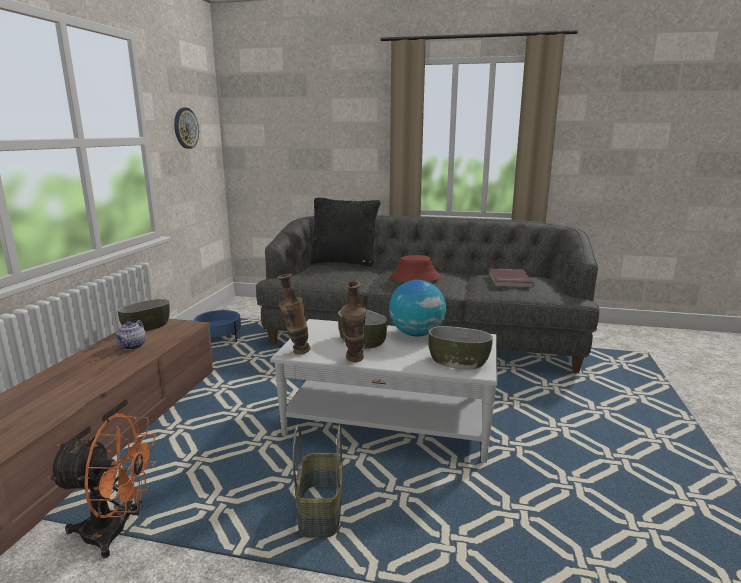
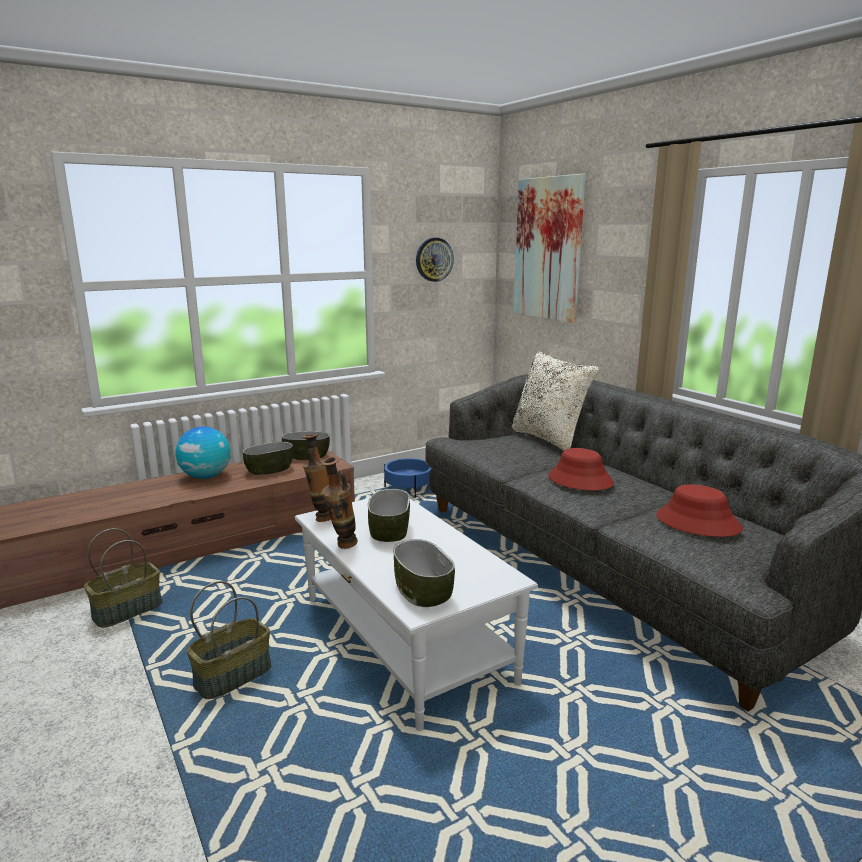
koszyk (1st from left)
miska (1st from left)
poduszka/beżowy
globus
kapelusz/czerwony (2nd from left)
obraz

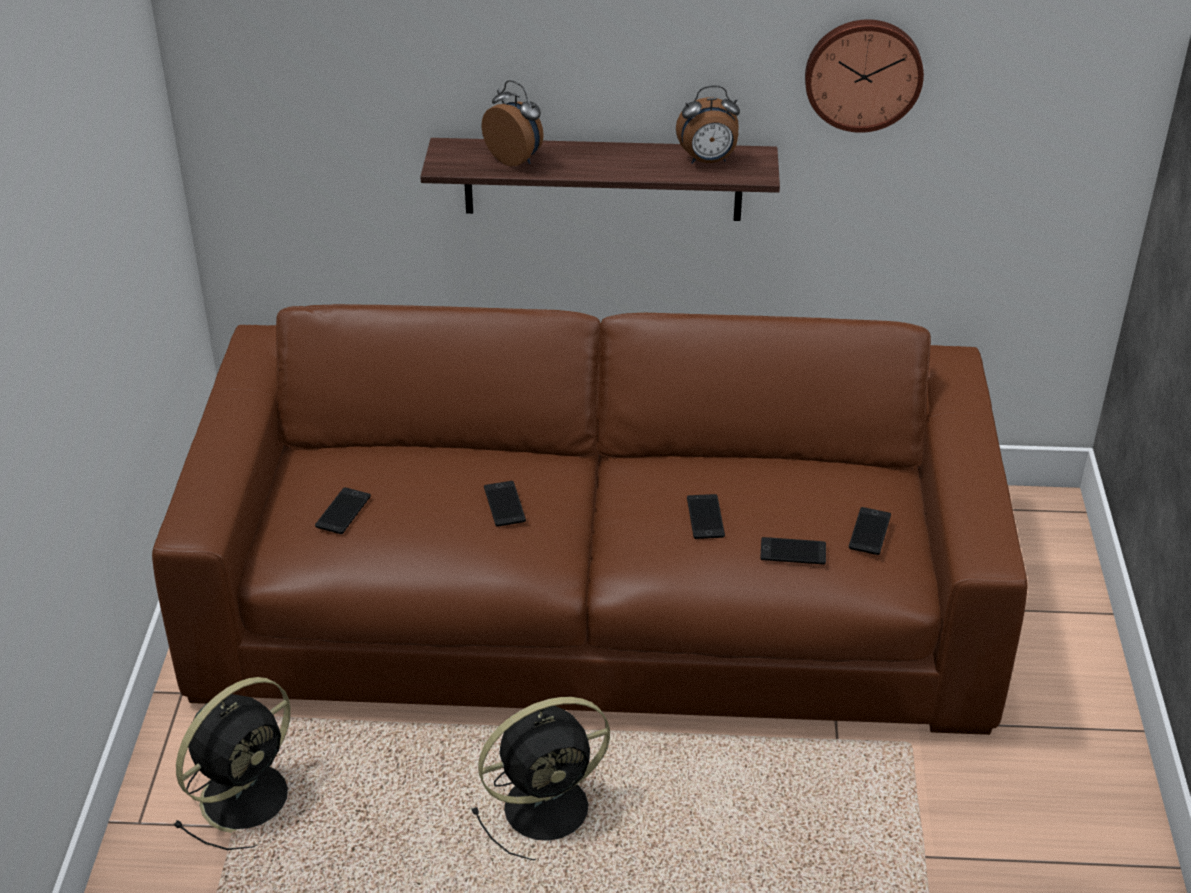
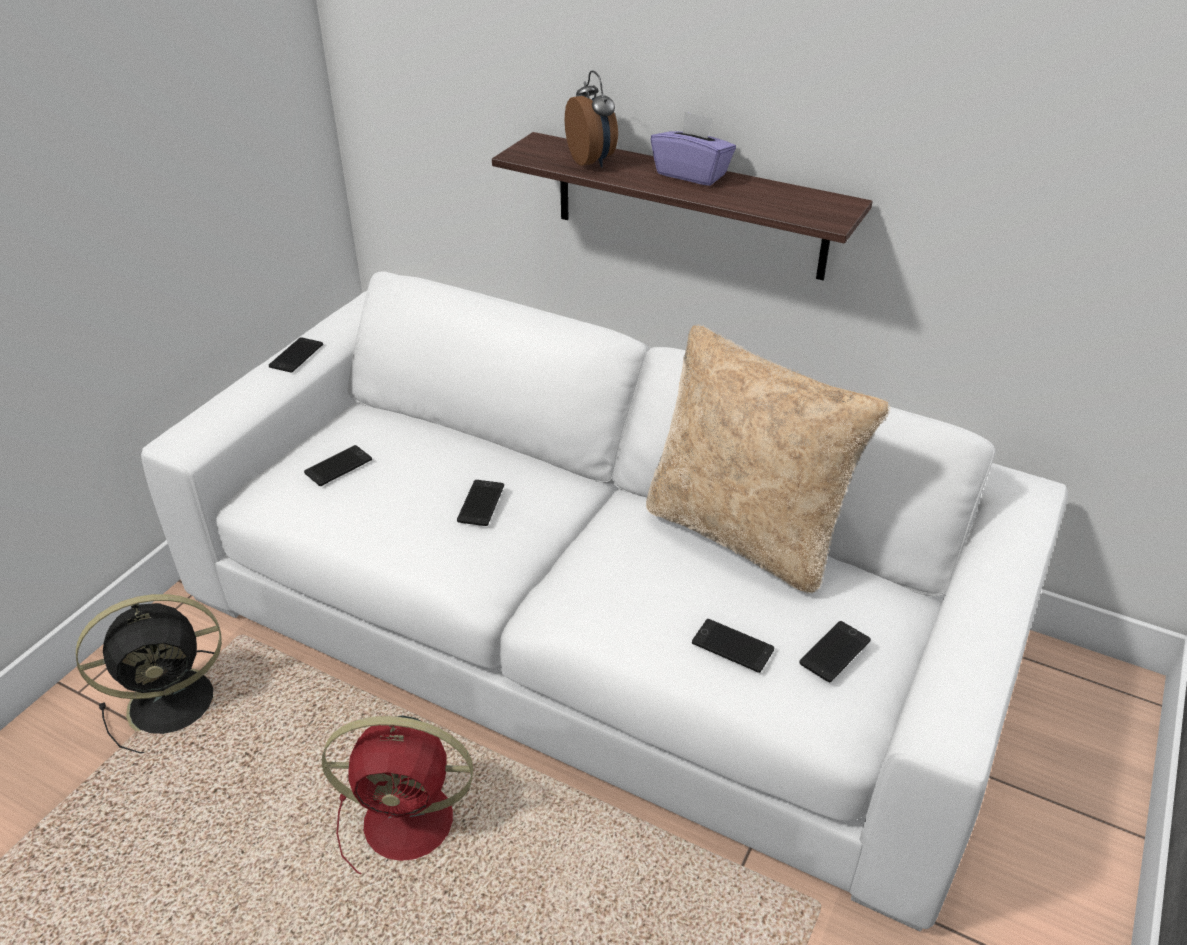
kanapa/biały
wentylator/czerwony
budzik (2nd from left in the first image)
telefon (1st from left)
zegar ścienny
poduszka/beżowy
pudełko chusteczek/fioletowy

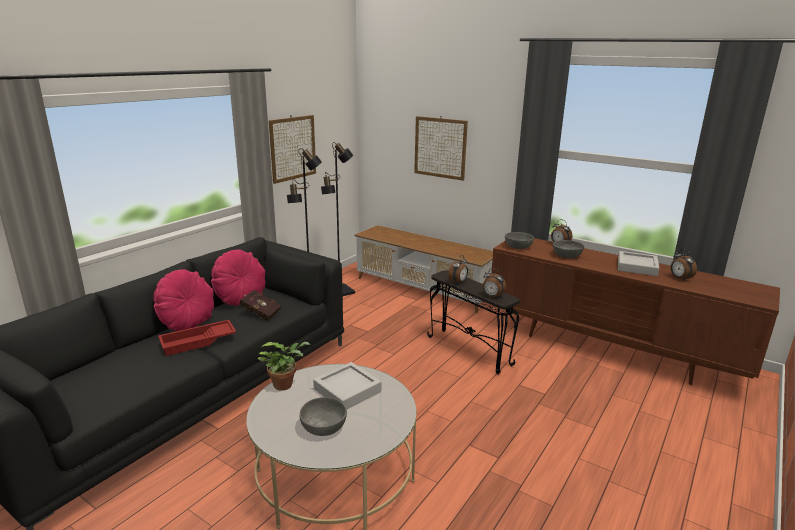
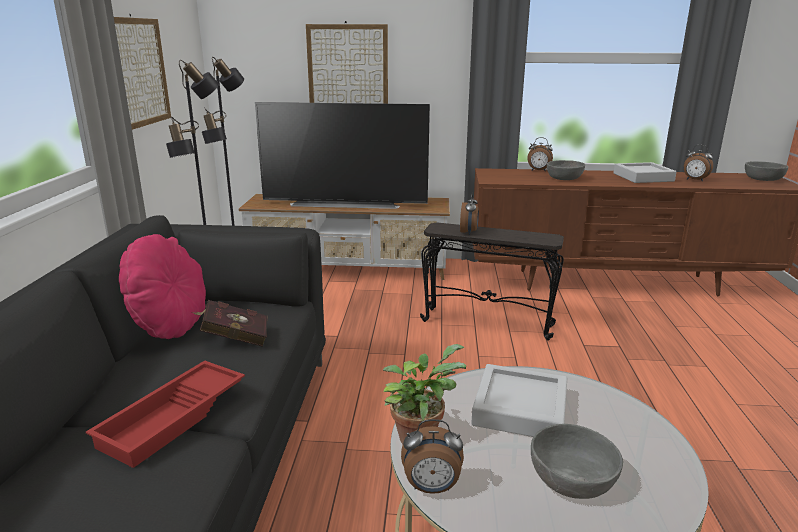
poduszka/różowy (1st from left in the first image)
budzik (1st from left)
miska/szary (3rd from left)
telewizor

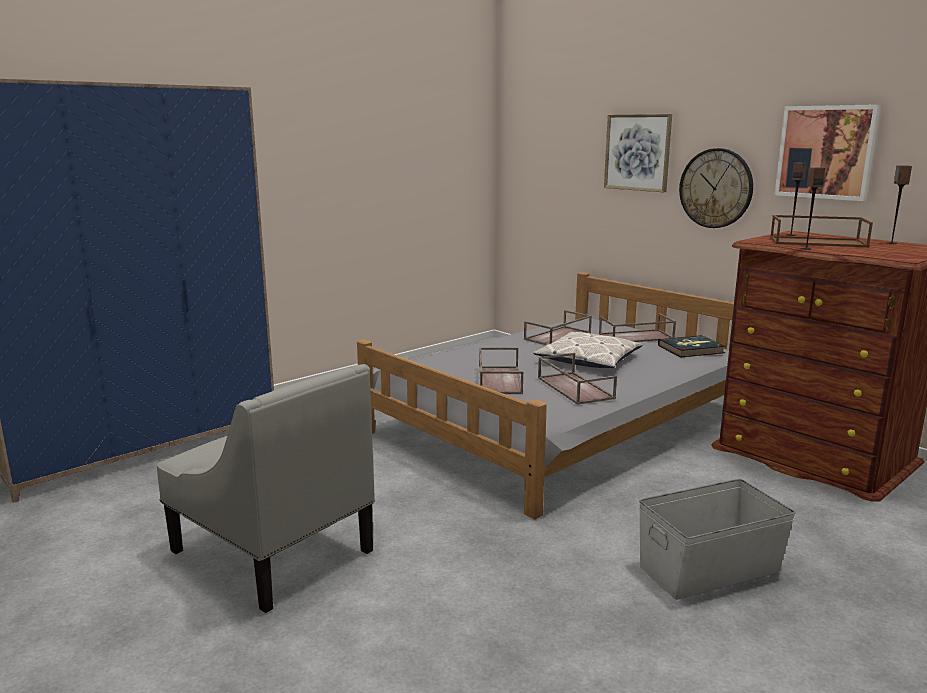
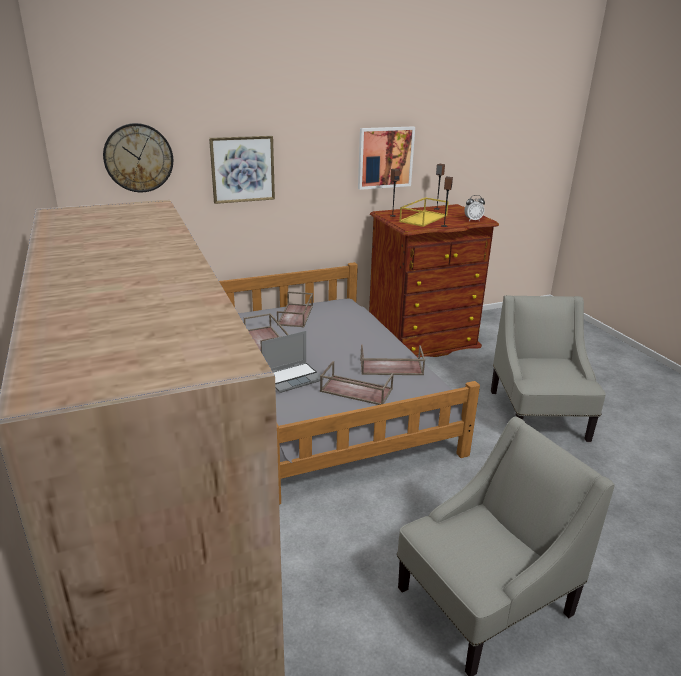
poduszka
fotel/szary (2nd from left)
książka
zegar ścienny
taca/żółty
laptop
budzik

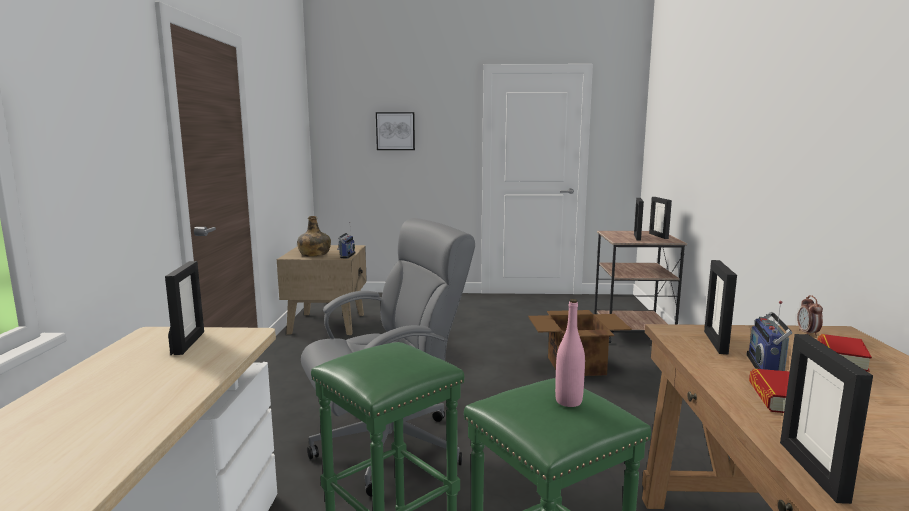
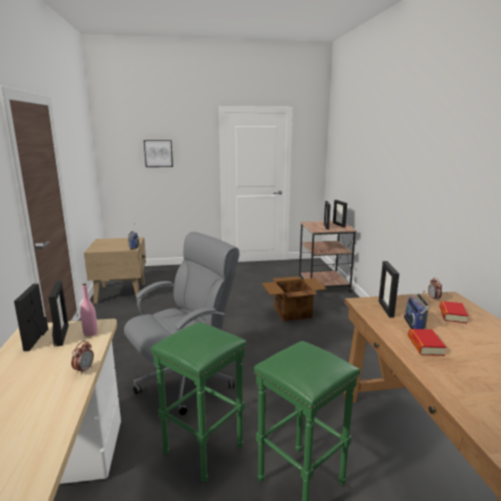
butelka/zielony
butelka/różowy
ramka na zdjęcie (1st from left)
budzik (1st from left)

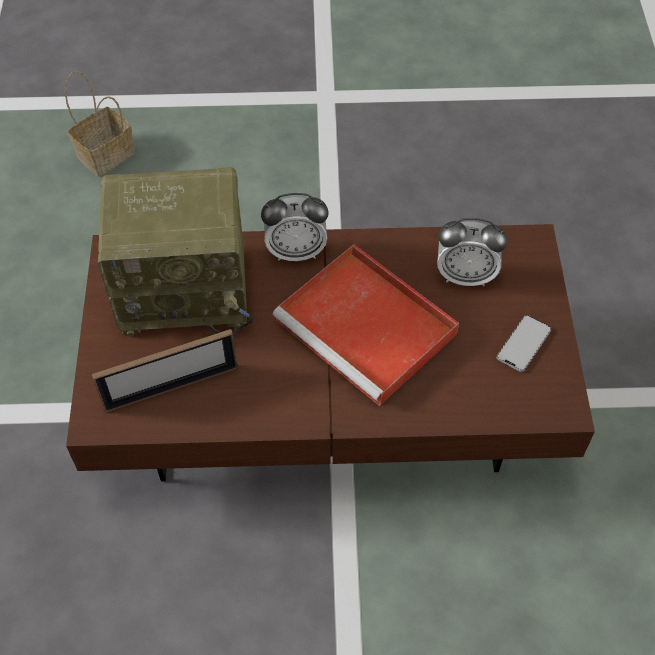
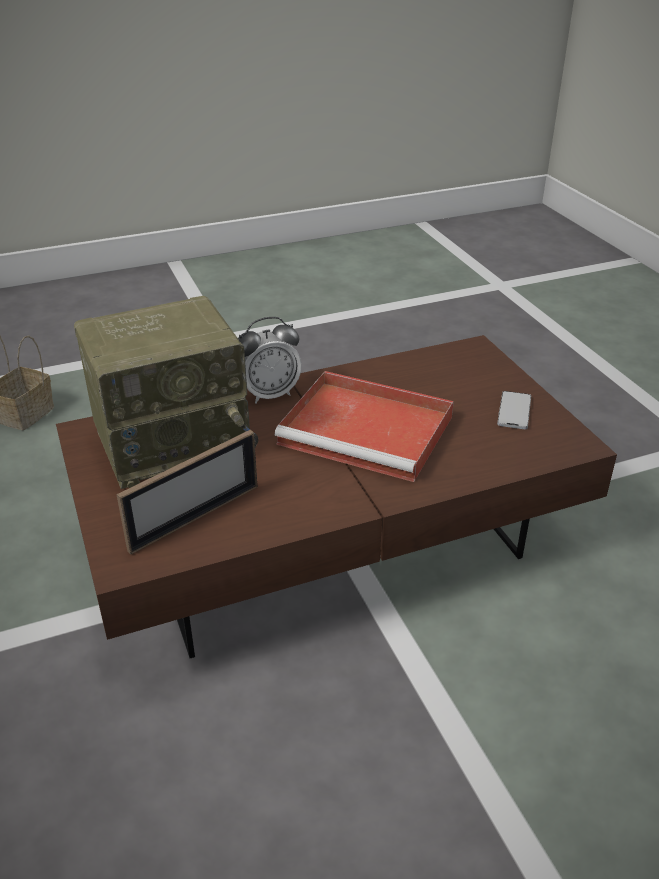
budzik (2nd from left in the first image)

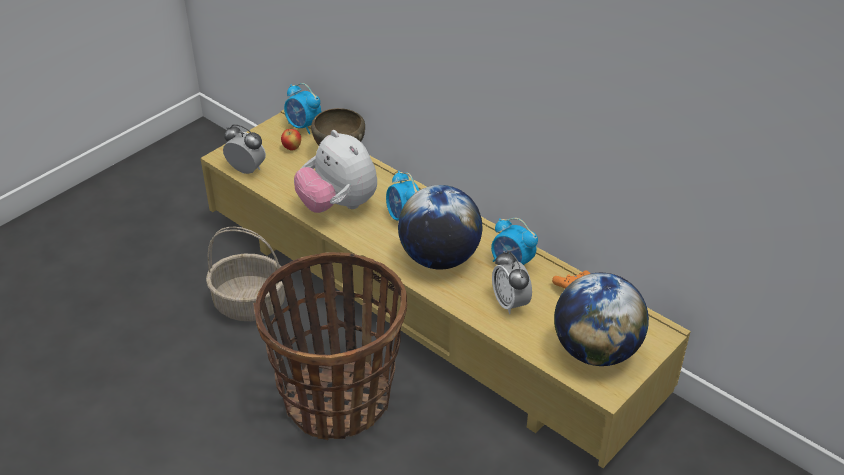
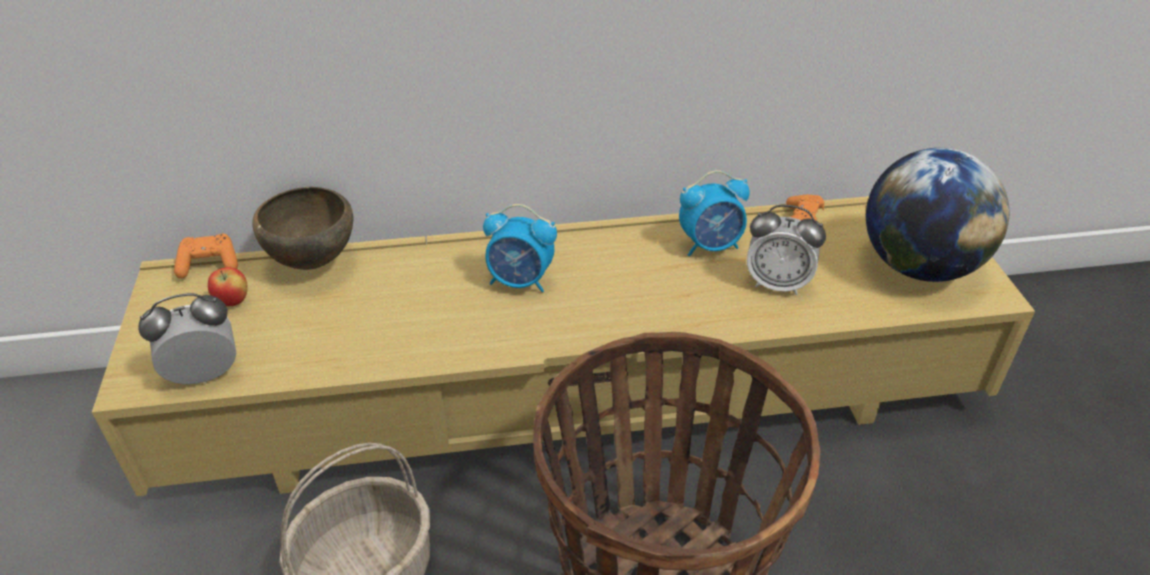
pad do gier/pomarańczowy (1st from left)
pluszak
globus (1st from left in the first image)

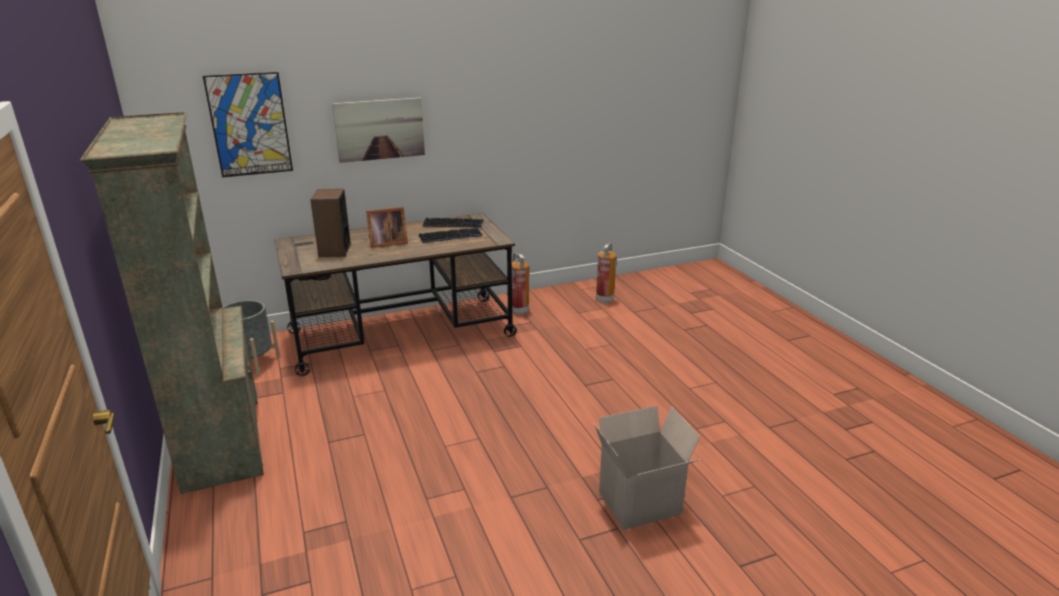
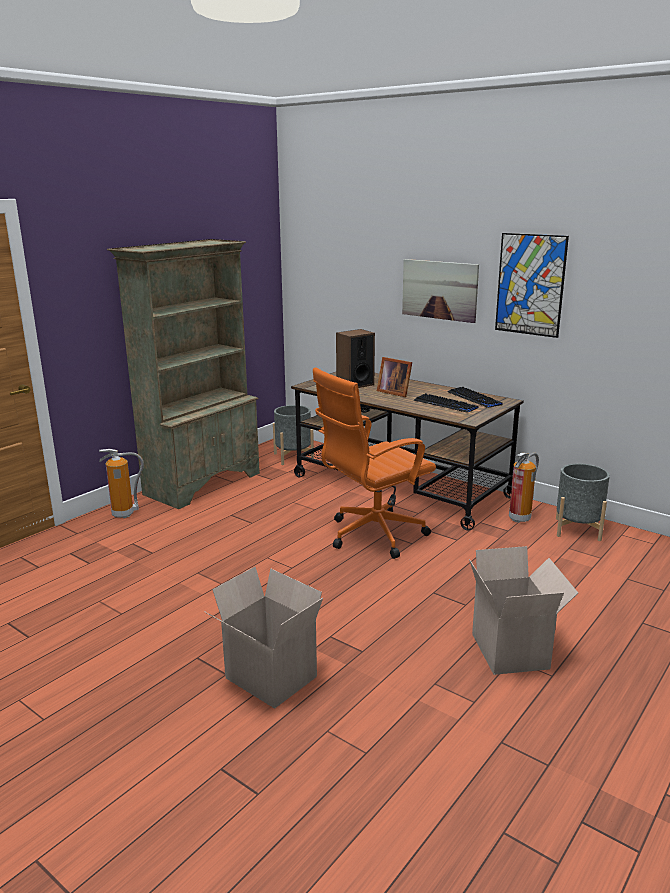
obraz (2nd from left)
gaśnica (1st from left)
krzesło biurowe/pomarańczowy
karton (2nd from left)
donica/szary (2nd from left)

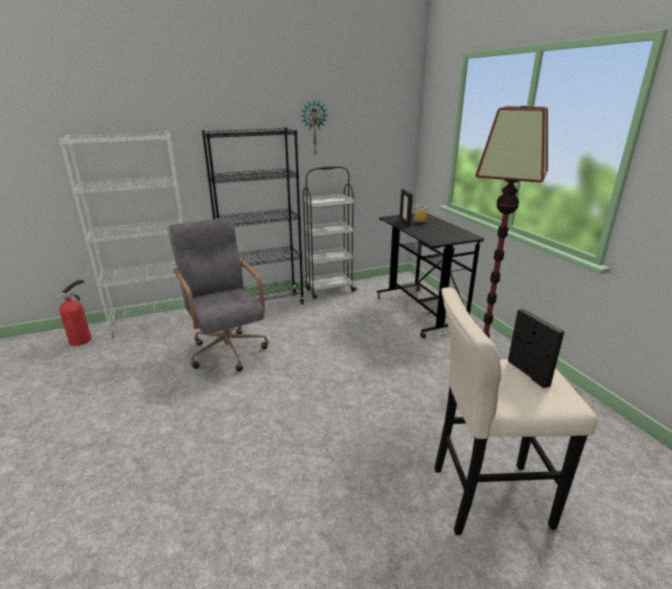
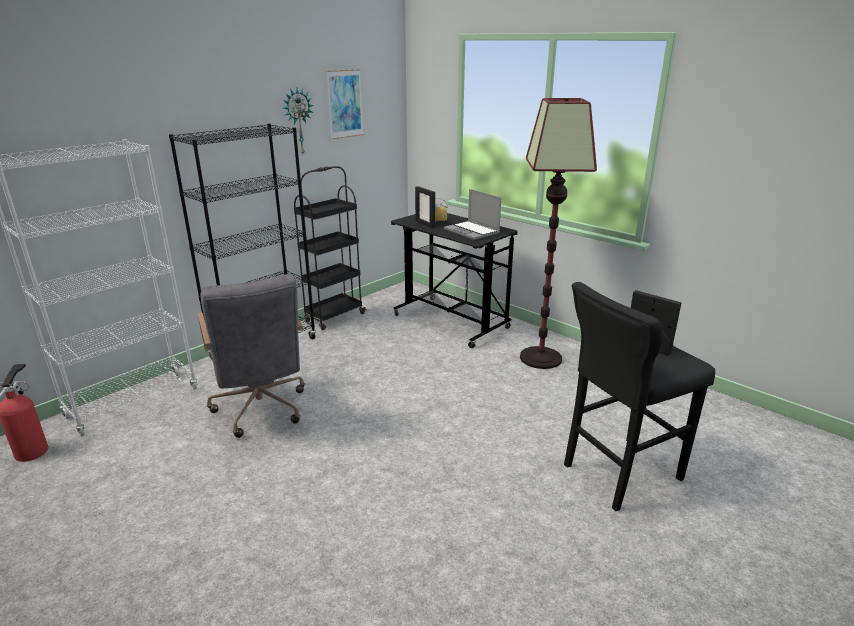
krzesło biurowe/szary
wózek/czarny
stołek/czarny
obraz
laptop

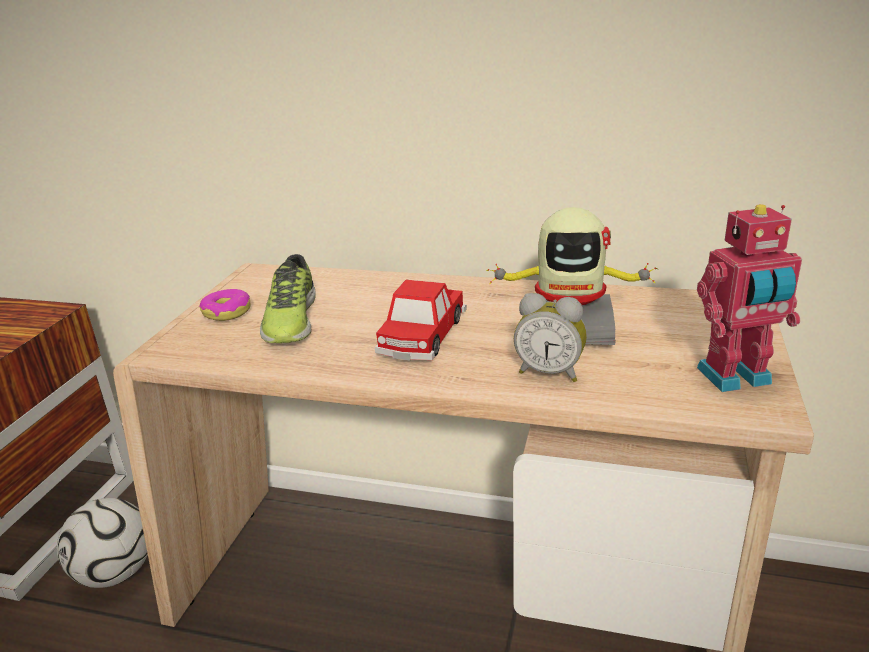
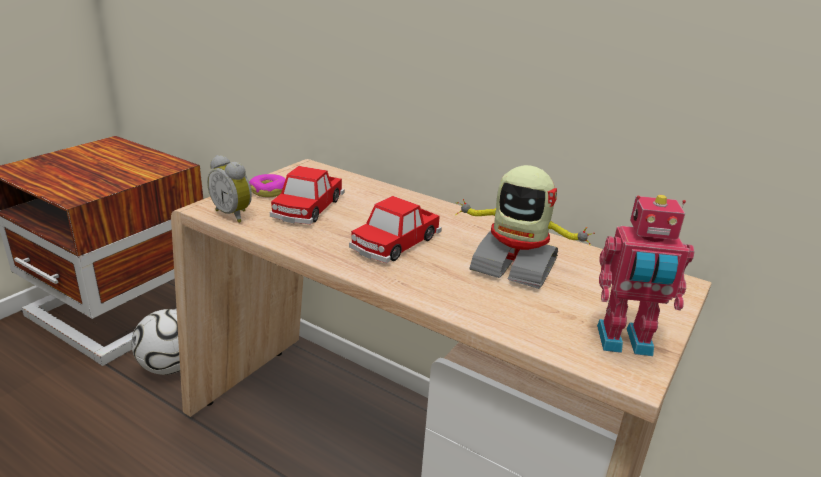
samochodzik (1st from left)
budzik

